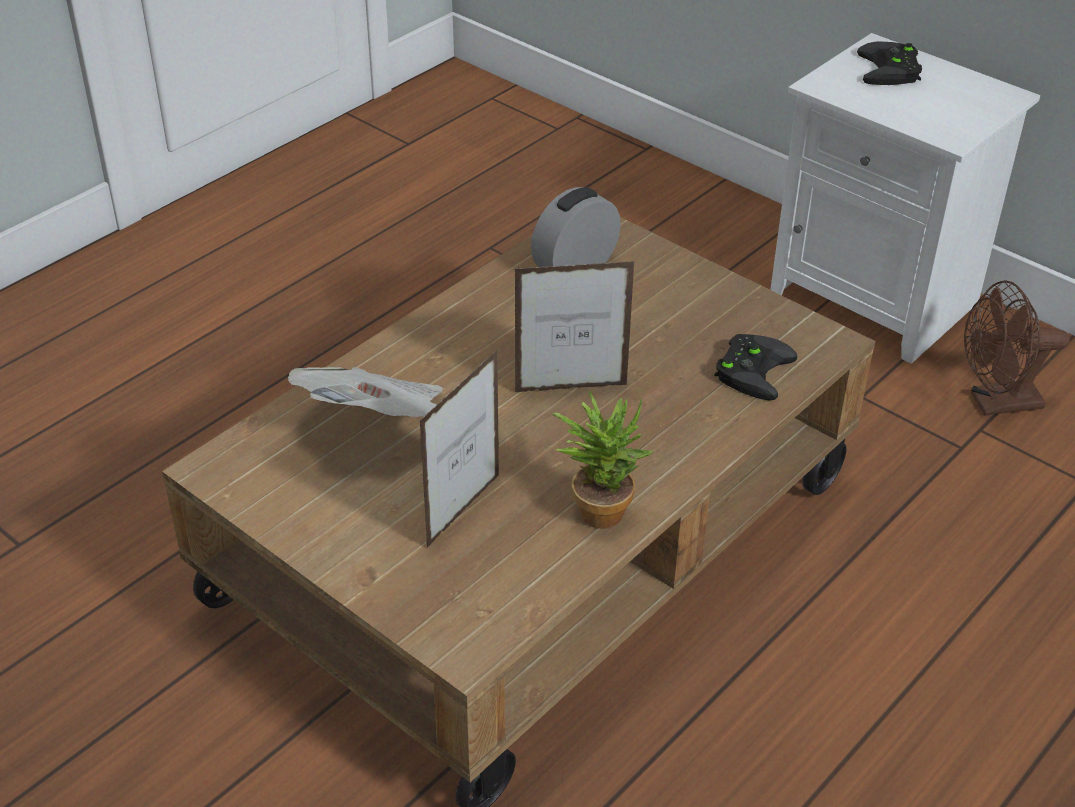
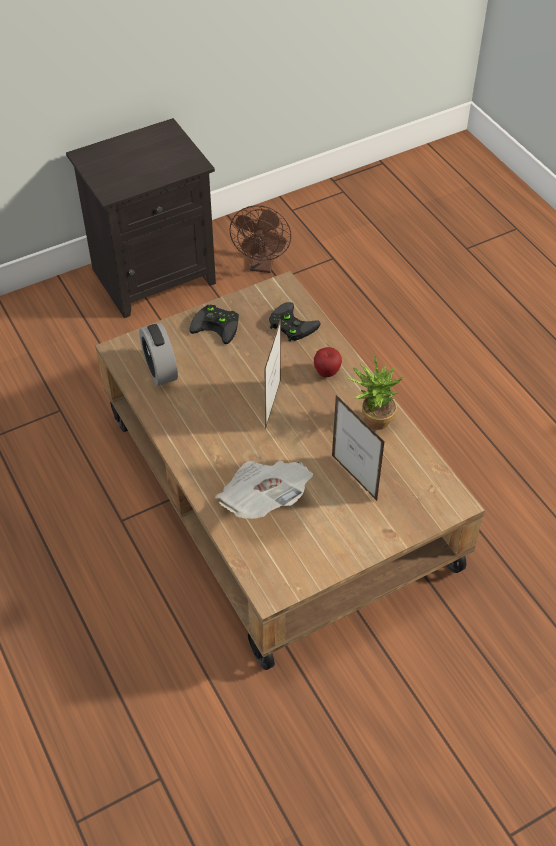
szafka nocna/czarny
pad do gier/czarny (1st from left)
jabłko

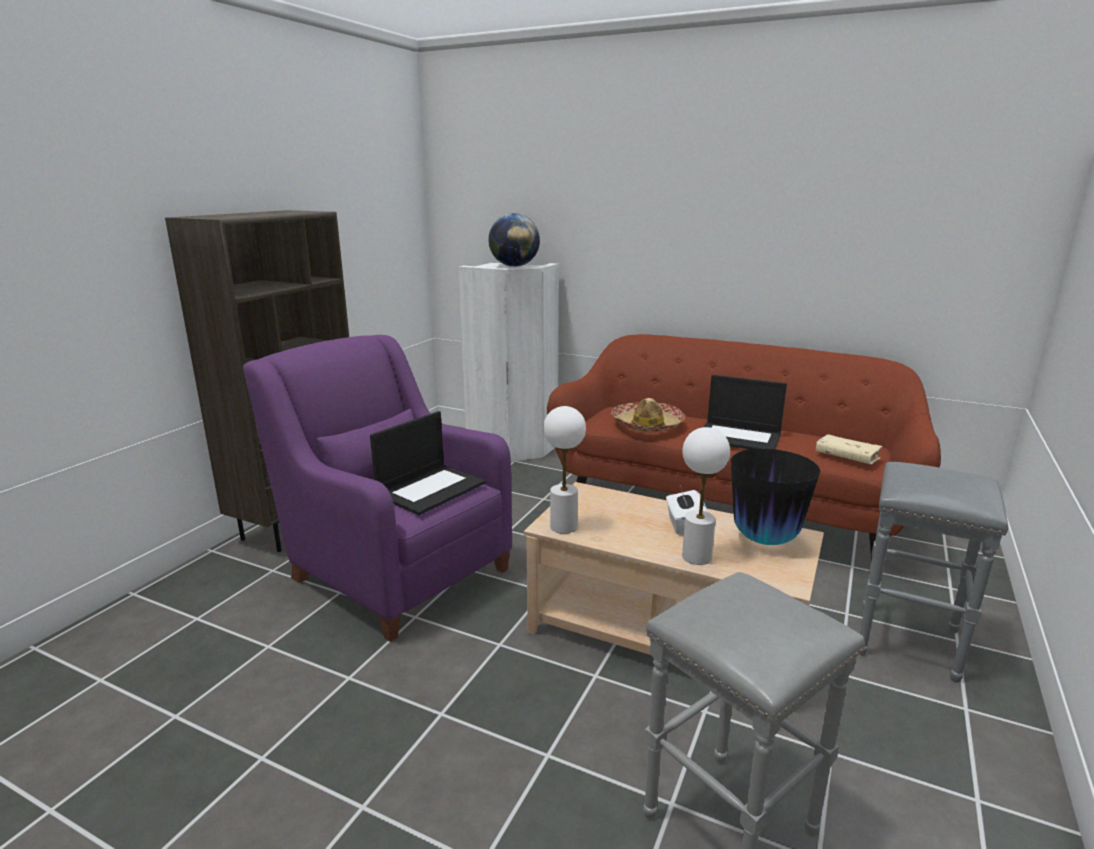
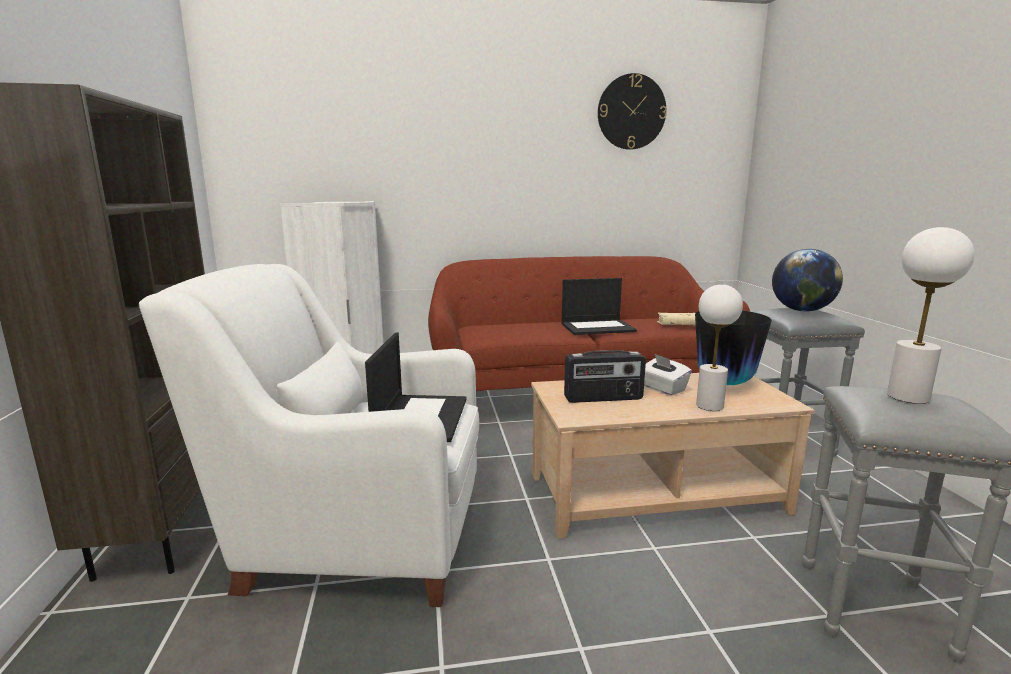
fotel/biały
globus
lampa stołowa/biały (2nd from left)
kapelusz
radio
zegar ścienny

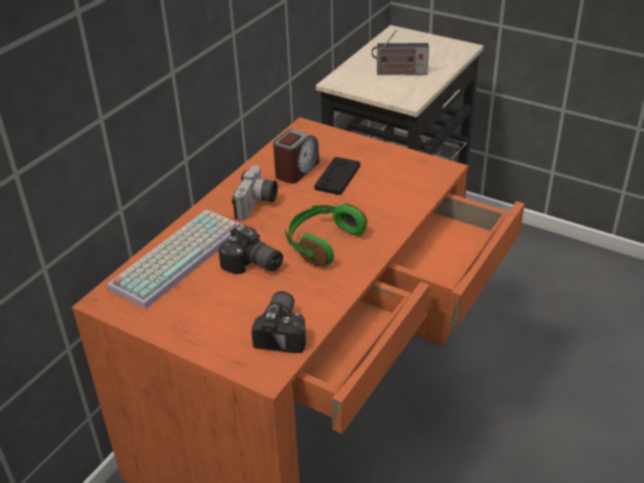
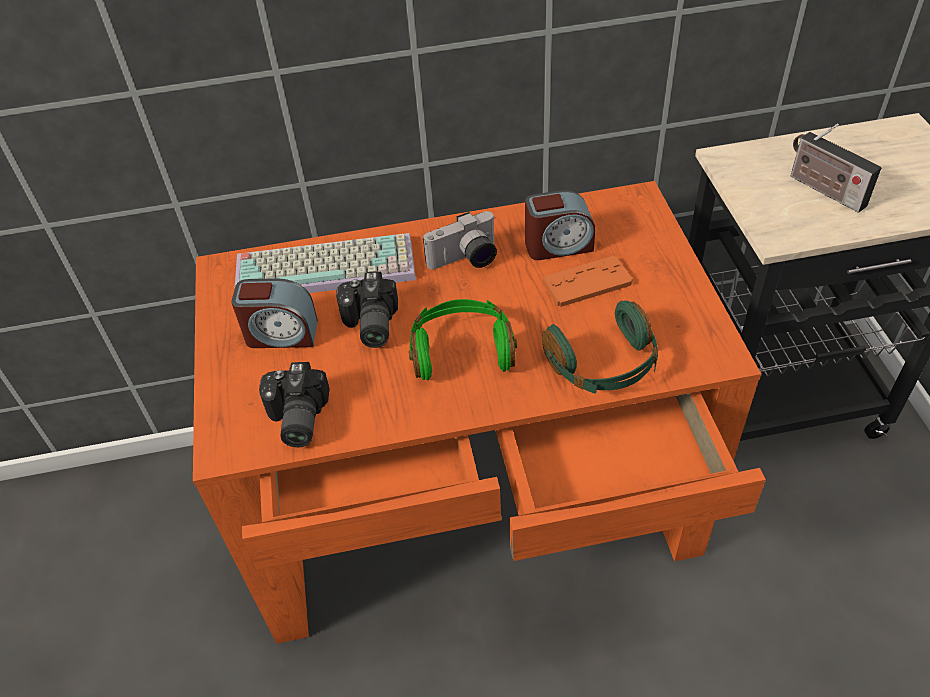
aparat fotograficzny (1st from left)
pad do gier/pomarańczowy
budzik (1st from left)
słuchawki/zielony (2nd from left)

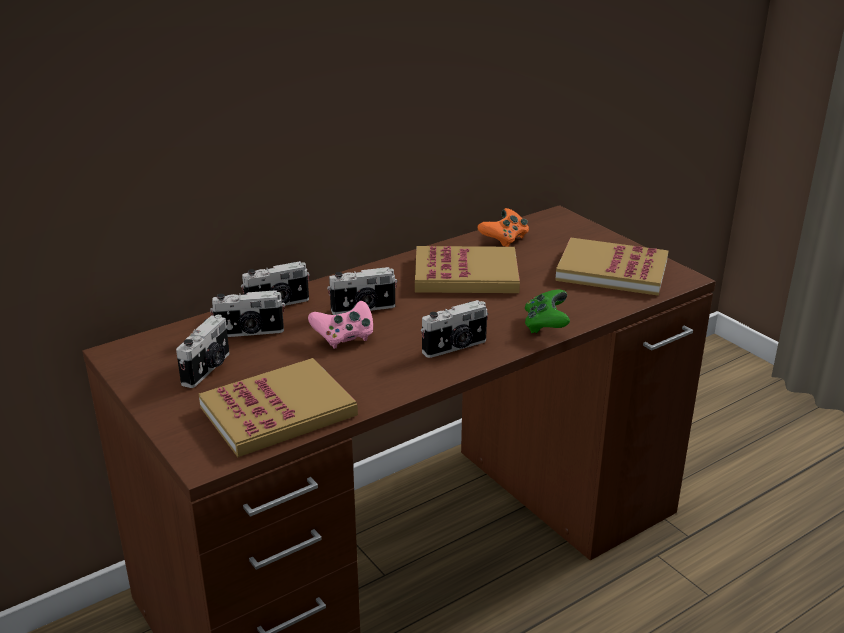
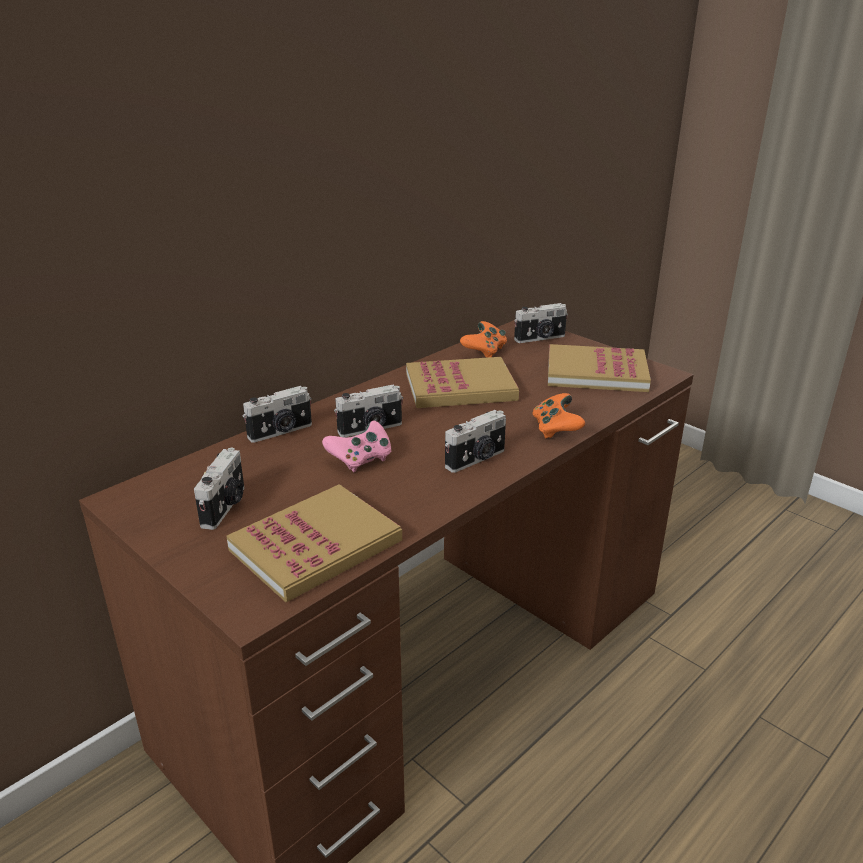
aparat fotograficzny (5th from left)
pad do gier/pomarańczowy (2nd from left)

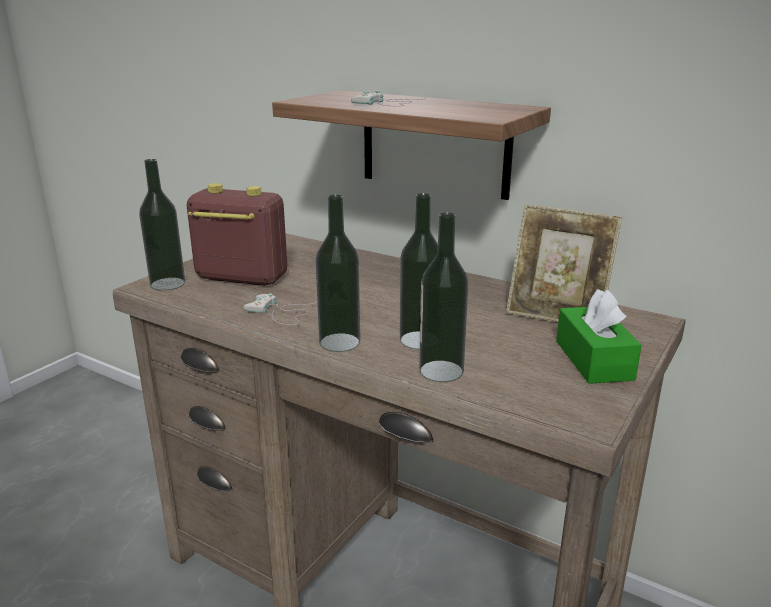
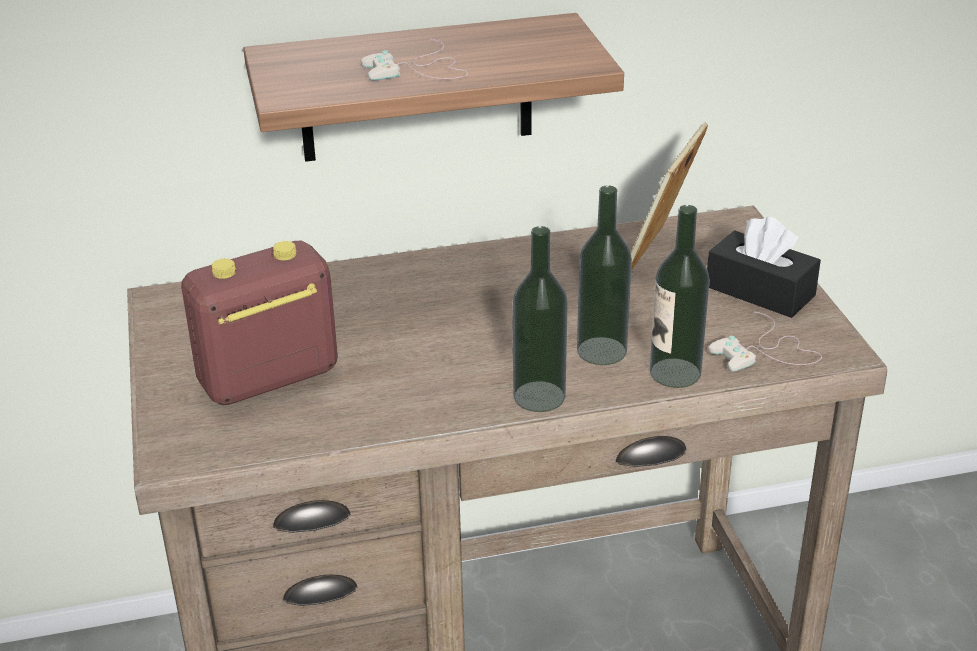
butelka (1st from left in the first image)
pad do gier/biały (2nd from left)
ramka na zdjęcie
pudełko chusteczek/czarny

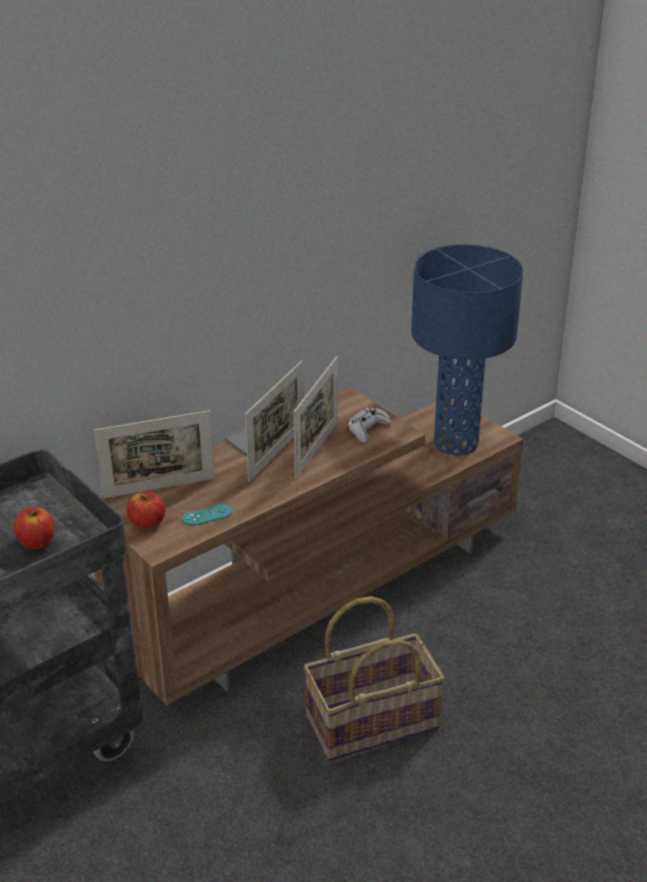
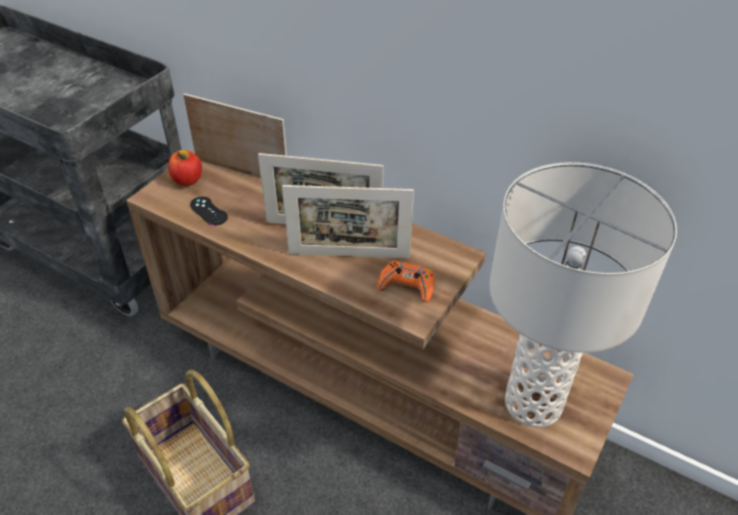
jabłko (1st from left in the first image)
ramka na zdjęcie (1st from left)
pad do gier/czarny
pad do gier/pomarańczowy
lampa stołowa/biały

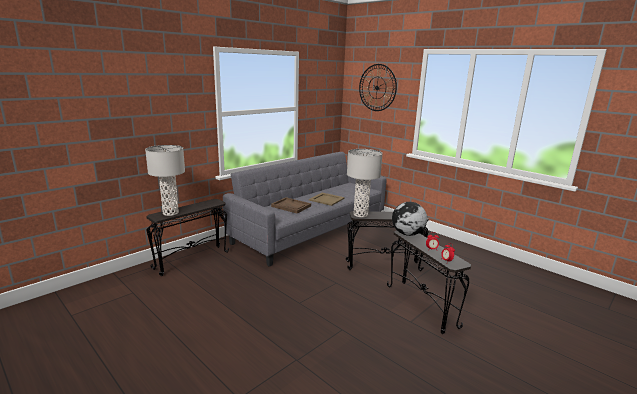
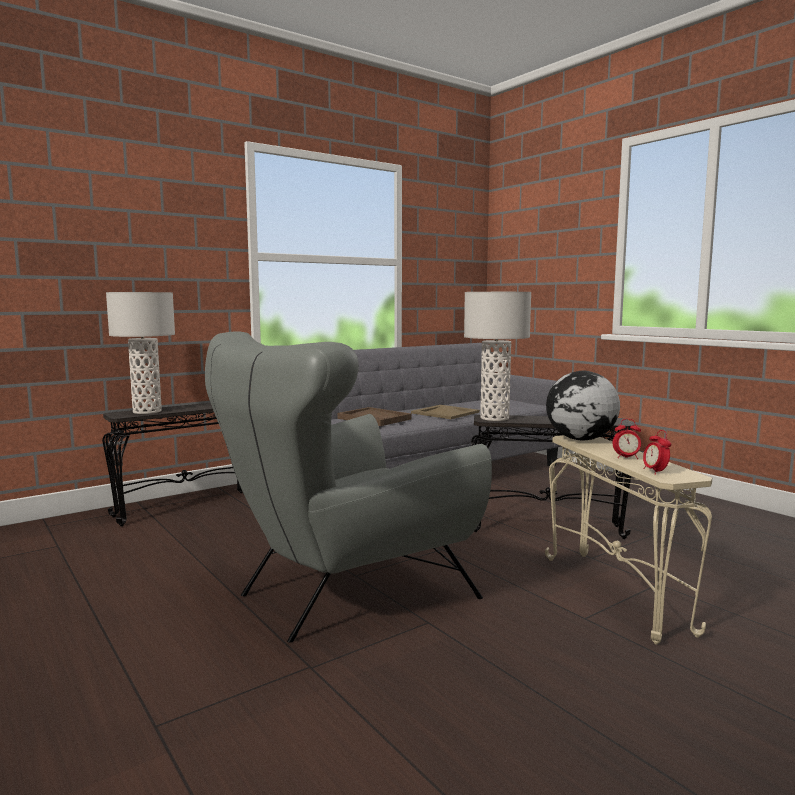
zegar ścienny
stolik/beżowy
fotel/szary

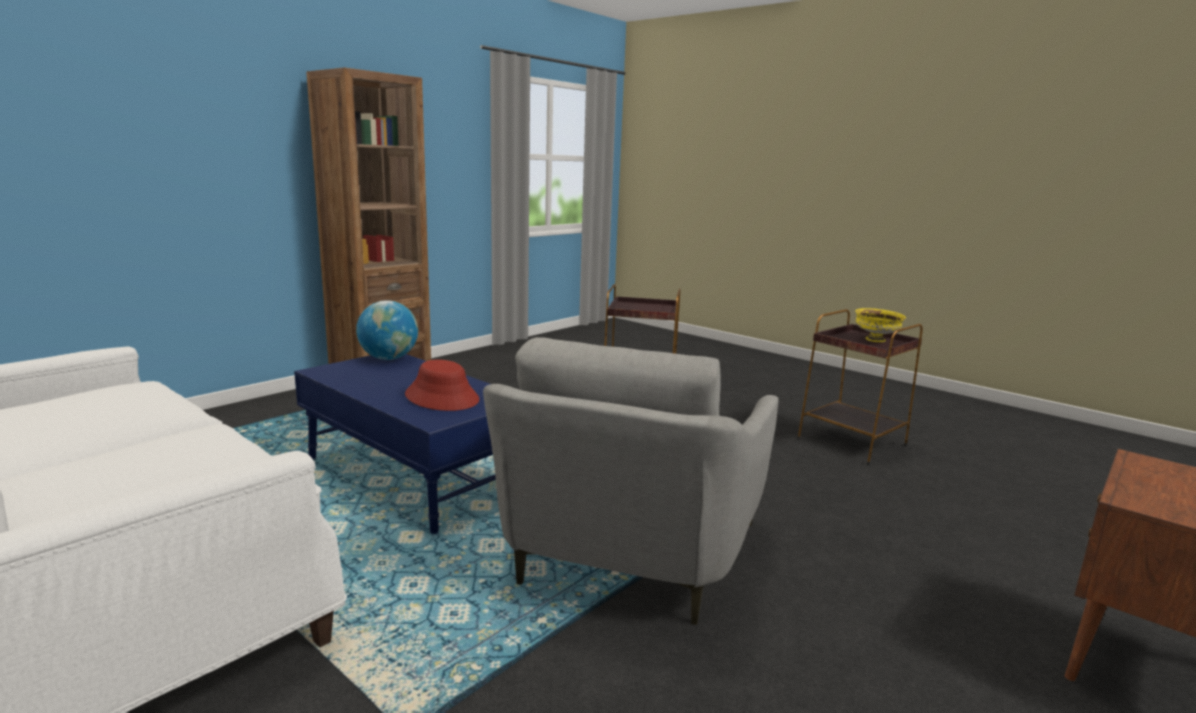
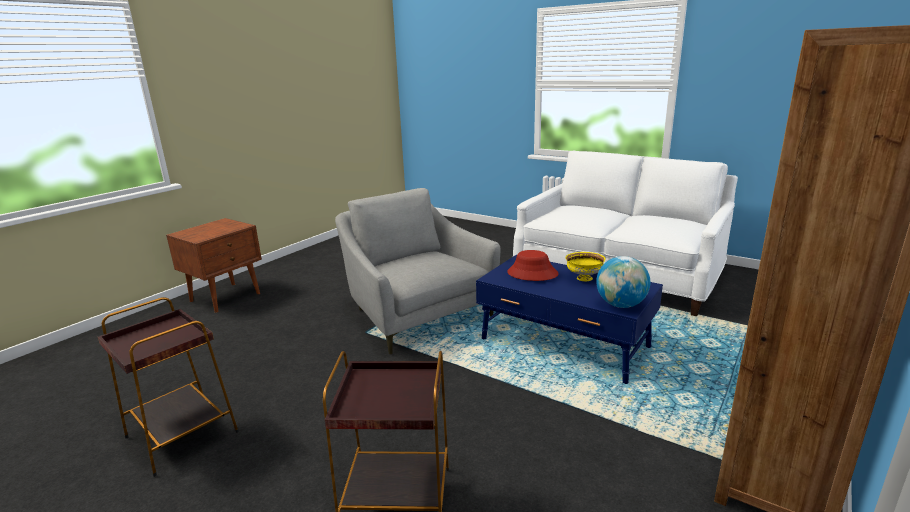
fotel/szary
miska/żółty

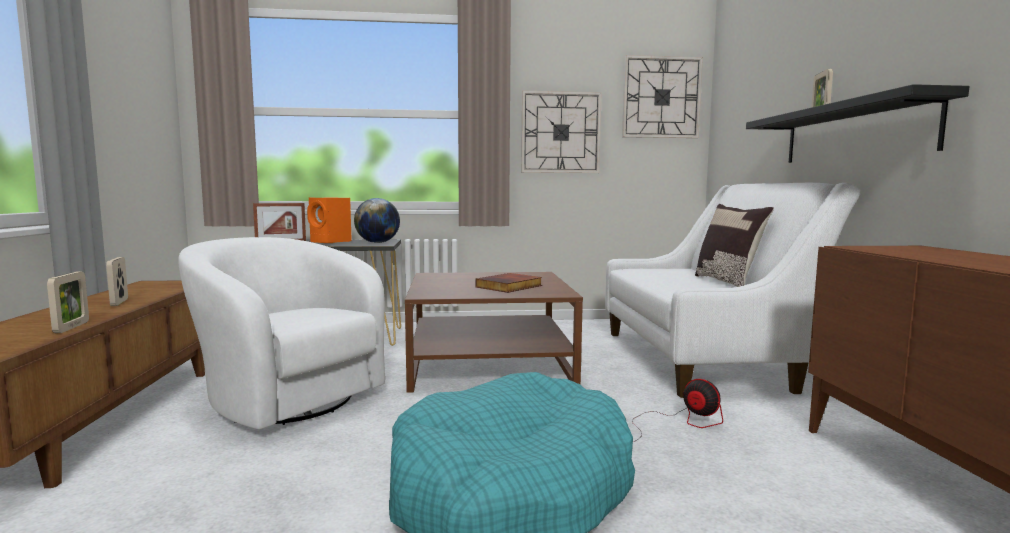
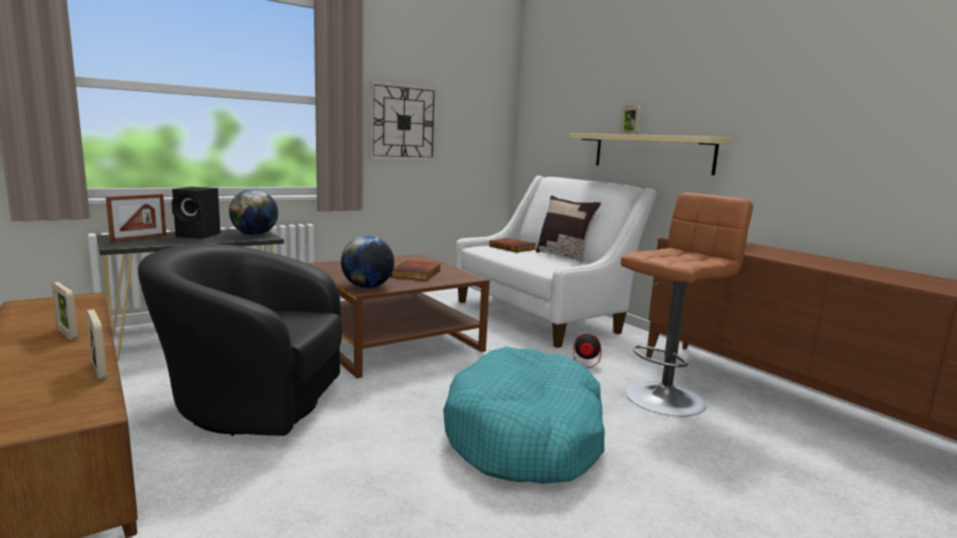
fotel/czarny
głośnik/czarny
zegar ścienny (2nd from left in the first image)
półka/beżowy
globus (2nd from left)
książka (2nd from left)
stołek/brązowy

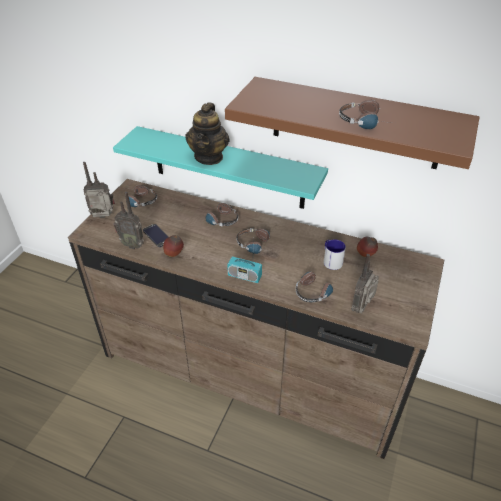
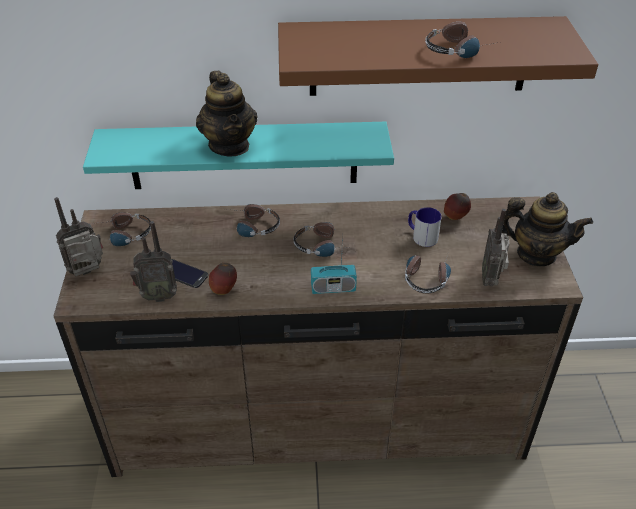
imbryk (2nd from left)

